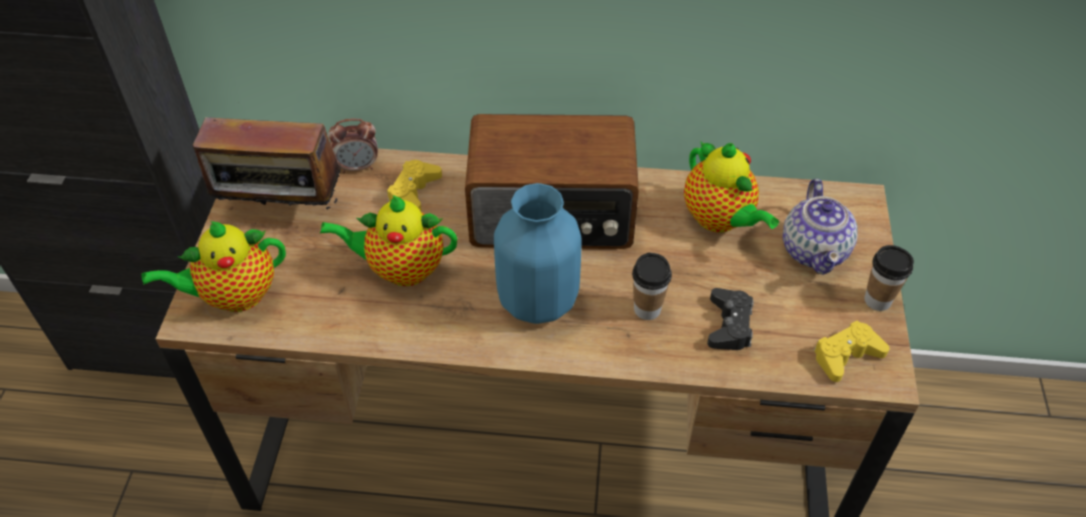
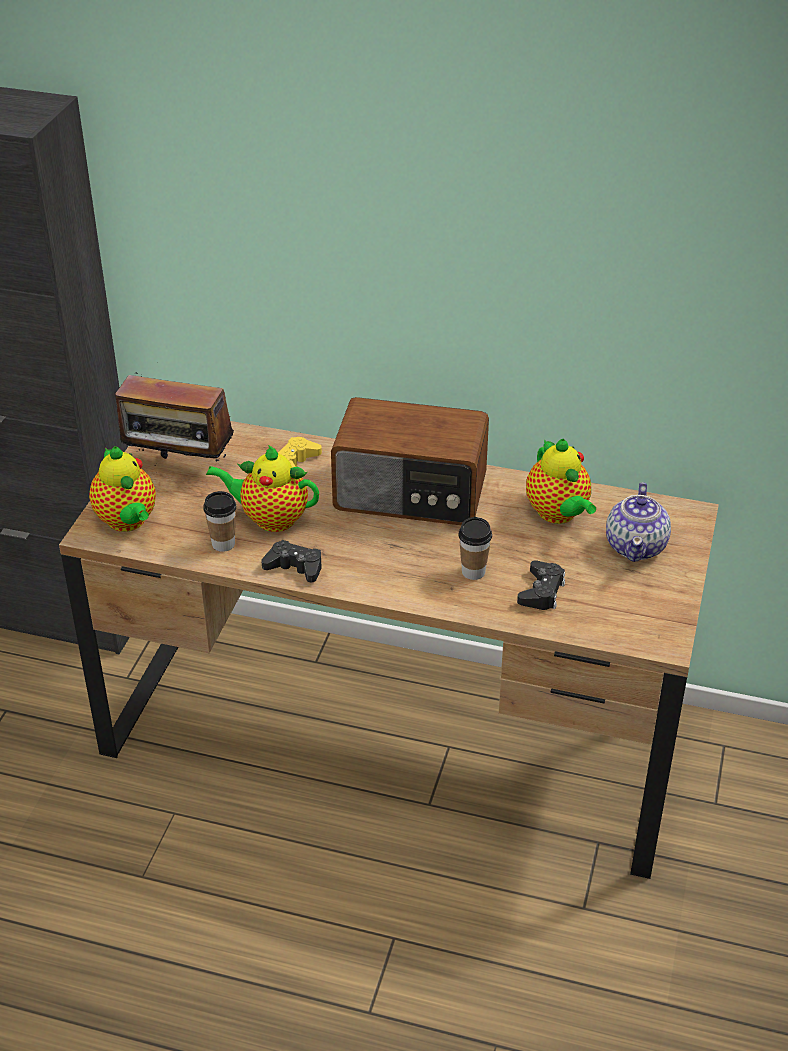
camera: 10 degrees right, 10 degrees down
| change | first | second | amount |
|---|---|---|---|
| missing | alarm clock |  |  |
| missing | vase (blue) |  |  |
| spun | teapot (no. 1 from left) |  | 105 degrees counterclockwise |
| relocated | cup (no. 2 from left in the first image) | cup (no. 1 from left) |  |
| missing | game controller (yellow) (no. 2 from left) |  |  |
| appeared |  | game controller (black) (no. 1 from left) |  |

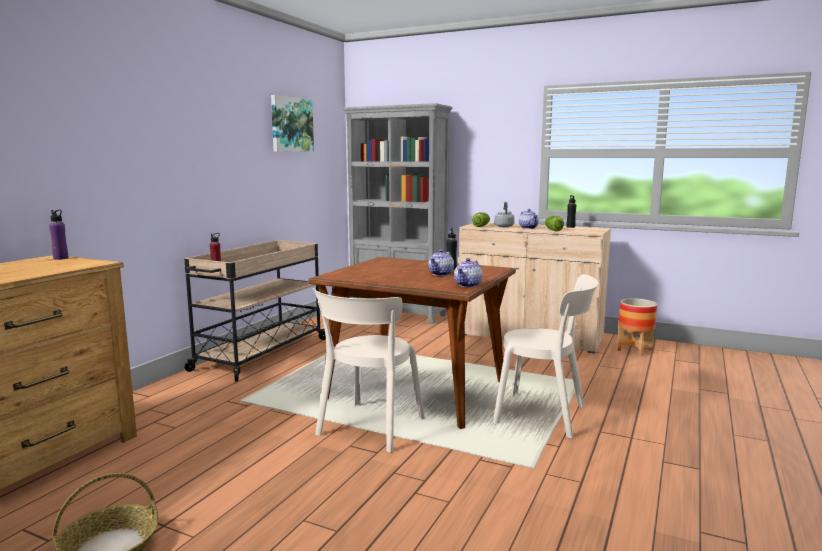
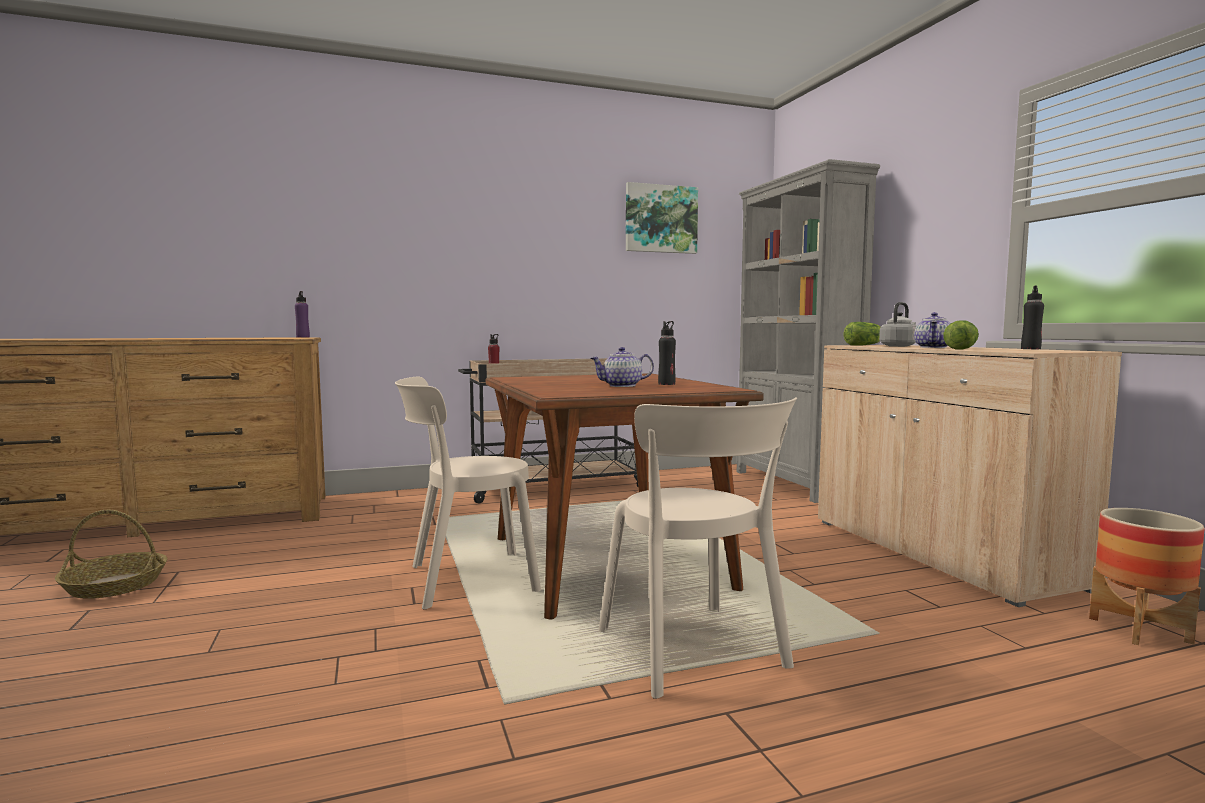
camera: 45 degrees right, 5 degrees down
| change | first | second | amount |
|---|---|---|---|
| missing | teapot (no. 2 from left) |  |  |

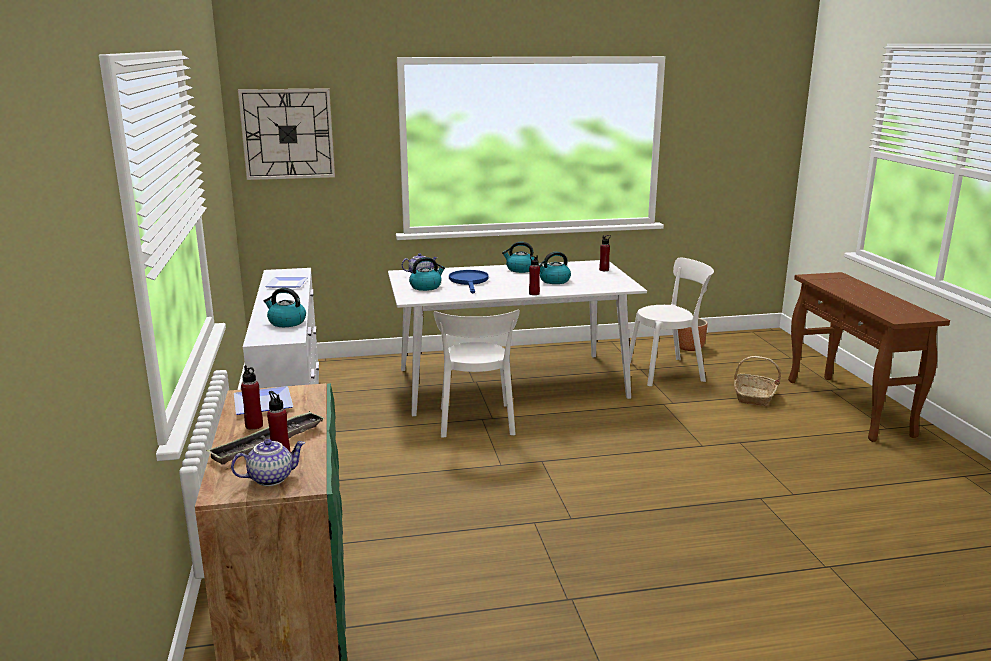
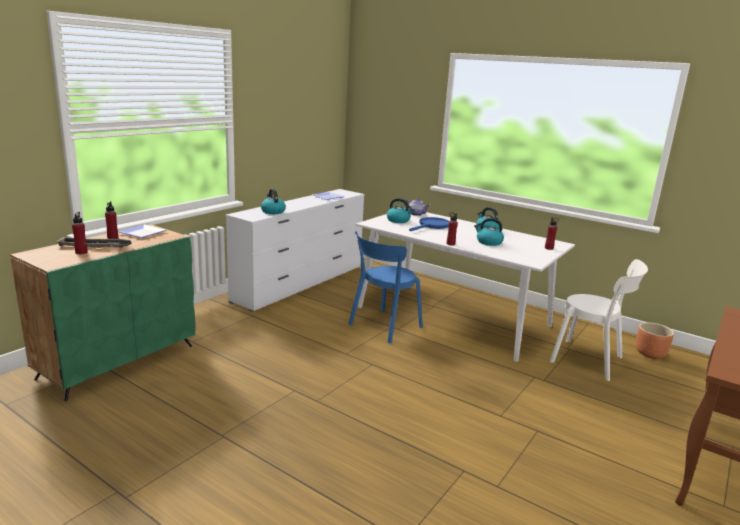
camera: 45 degrees right, 0 degrees up
| change | first | second | amount |
|---|---|---|---|
| missing | wall clock |  |  |
| colour | chair (white) (no. 1 from left) | chair (blue) |  |
| missing | basket |  |  |
| missing | teapot (no. 1 from left) |  |  |

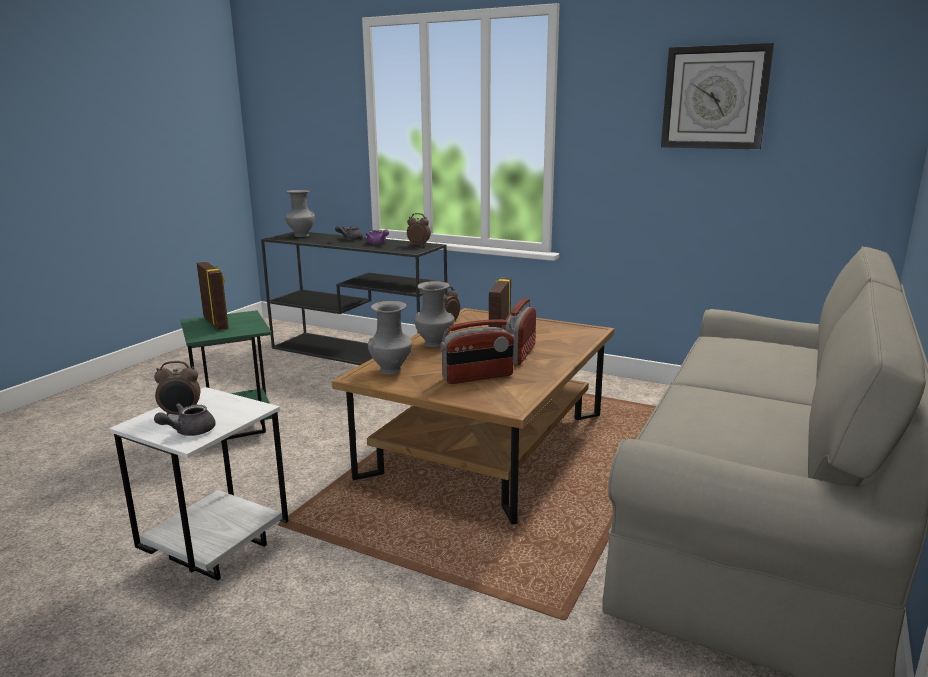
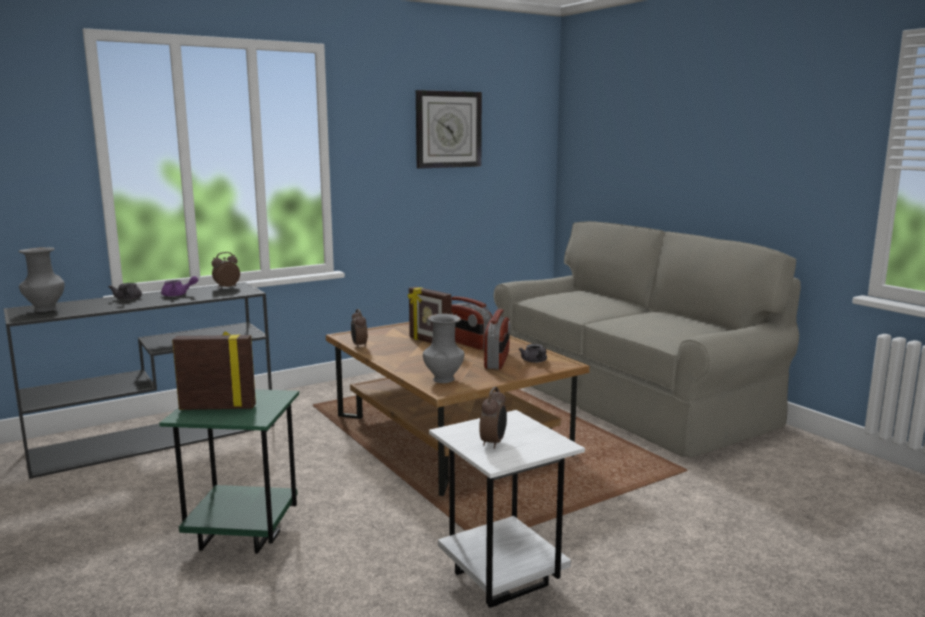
camera: 60 degrees left, 5 degrees down
| change | first | second | amount |
|---|---|---|---|
| missing | vase (grey) (no. 3 from left) |  |  |
| relocated | teapot (grey) (no. 1 from left in the first image) | teapot (grey) (no. 2 from left) |  |

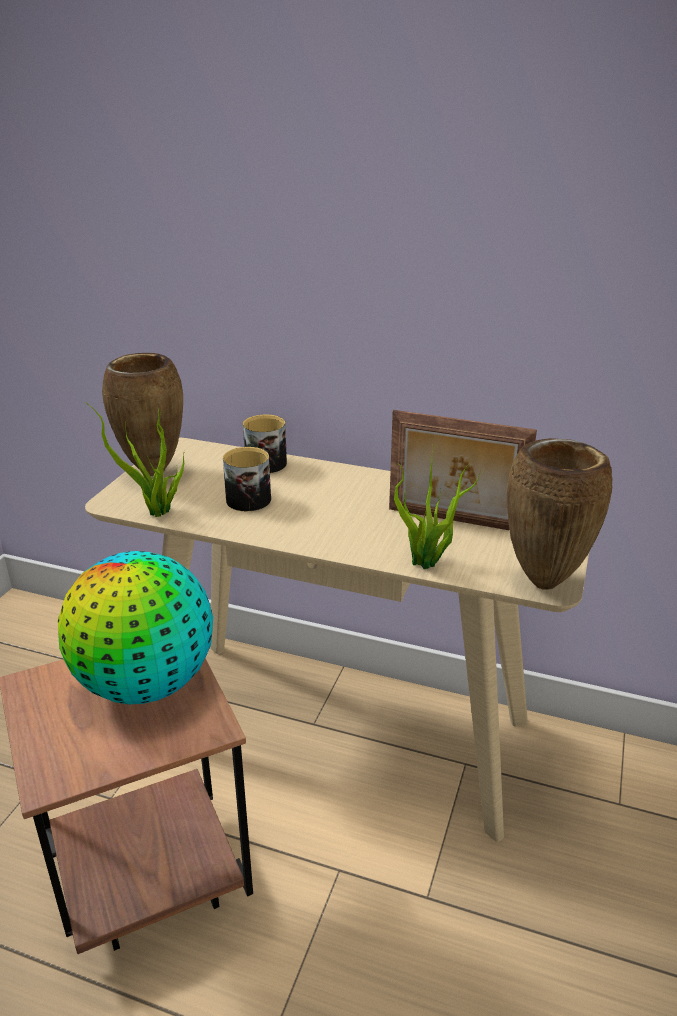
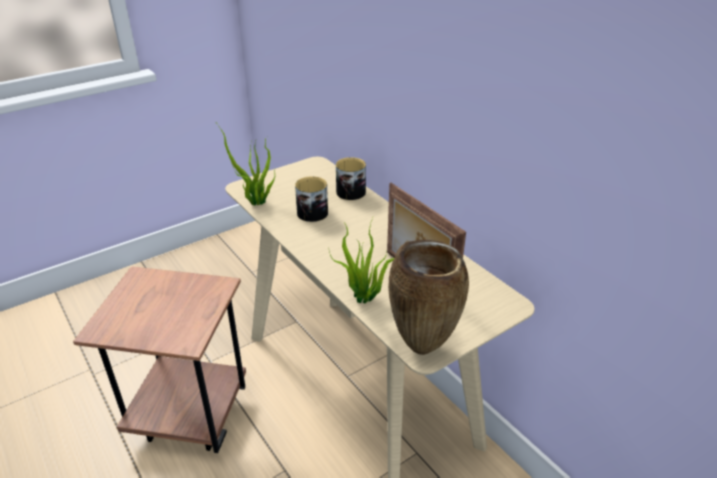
camera: 35 degrees right, 5 degrees up
| change | first | second | amount |
|---|---|---|---|
| missing | vase (brown) (no. 1 from left) |  |  |
| missing | globe |  |  |

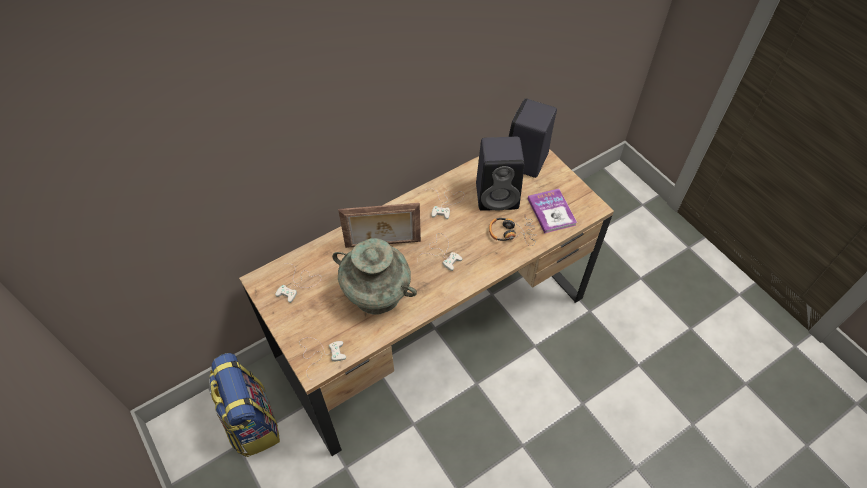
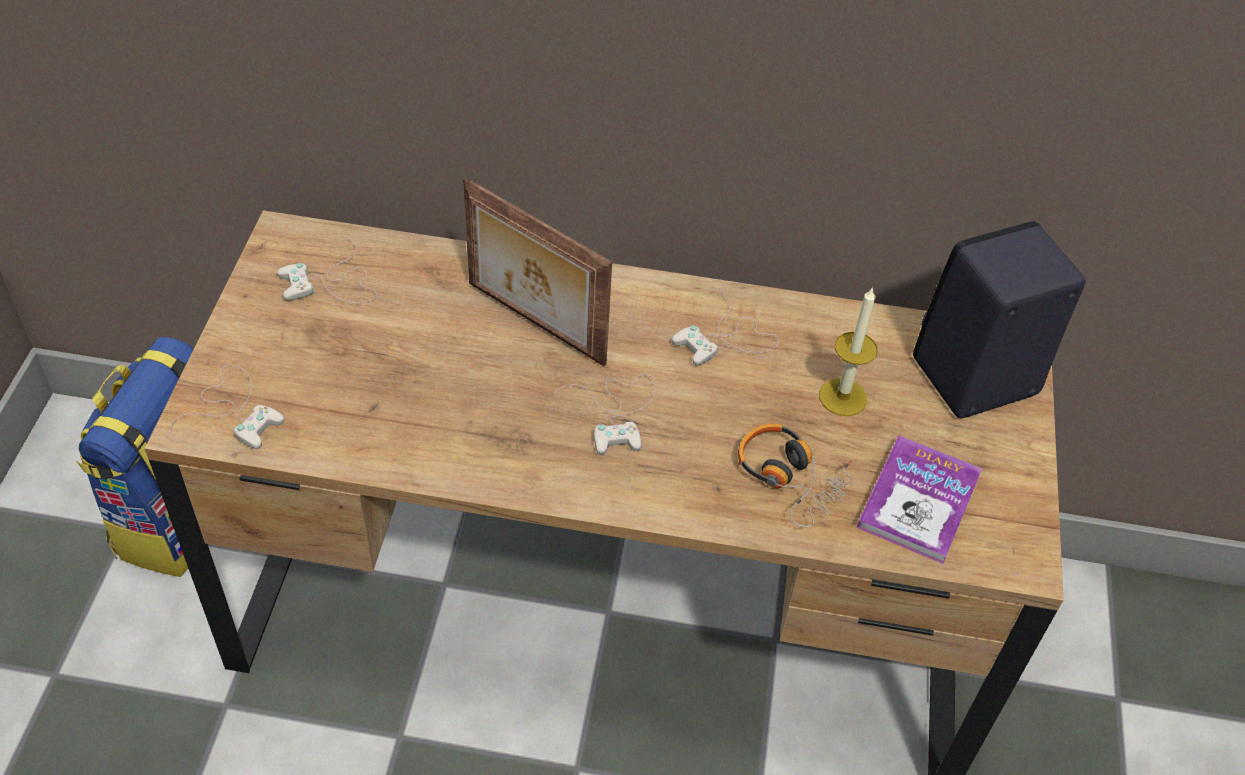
camera: 40 degrees right, 5 degrees down
| change | first | second | amount |
|---|---|---|---|
| exchanged | speaker (black) (no. 1 from left) | candle |  |
| missing | vase (turquoise) |  |  |

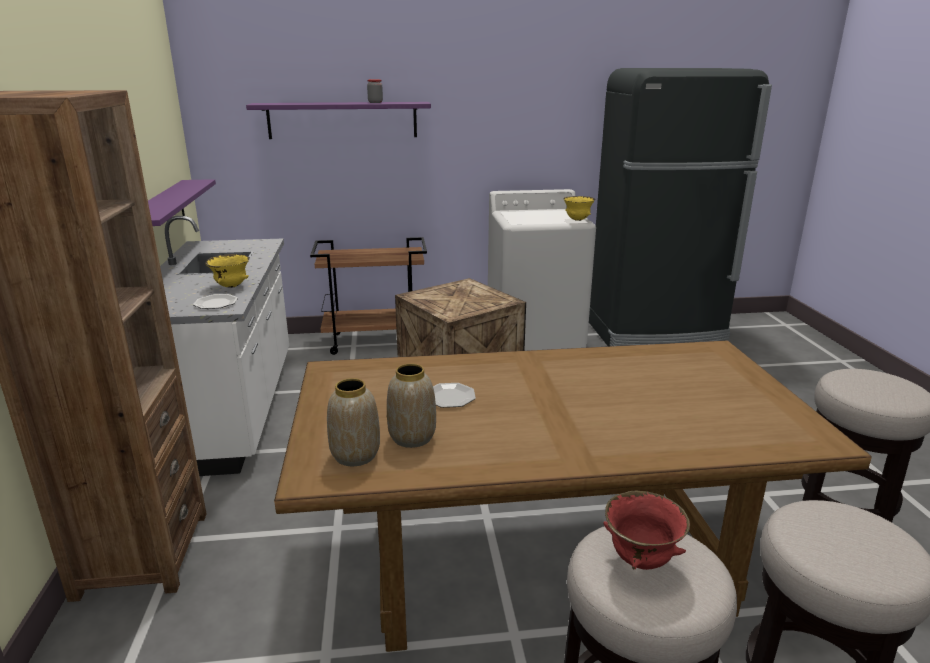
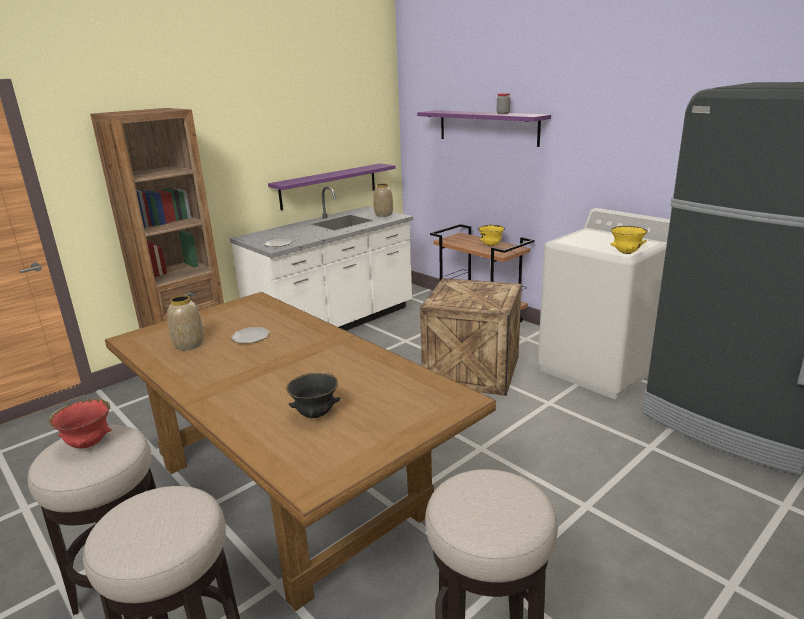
camera: 55 degrees right, 0 degrees up
| change | first | second | amount |
|---|---|---|---|
| relocated | bowl (yellow) (no. 1 from left) |  |  |
| relocated | vase (no. 1 from left in the first image) | vase (no. 2 from left) |  |
| appeared |  | bowl (black) |  |

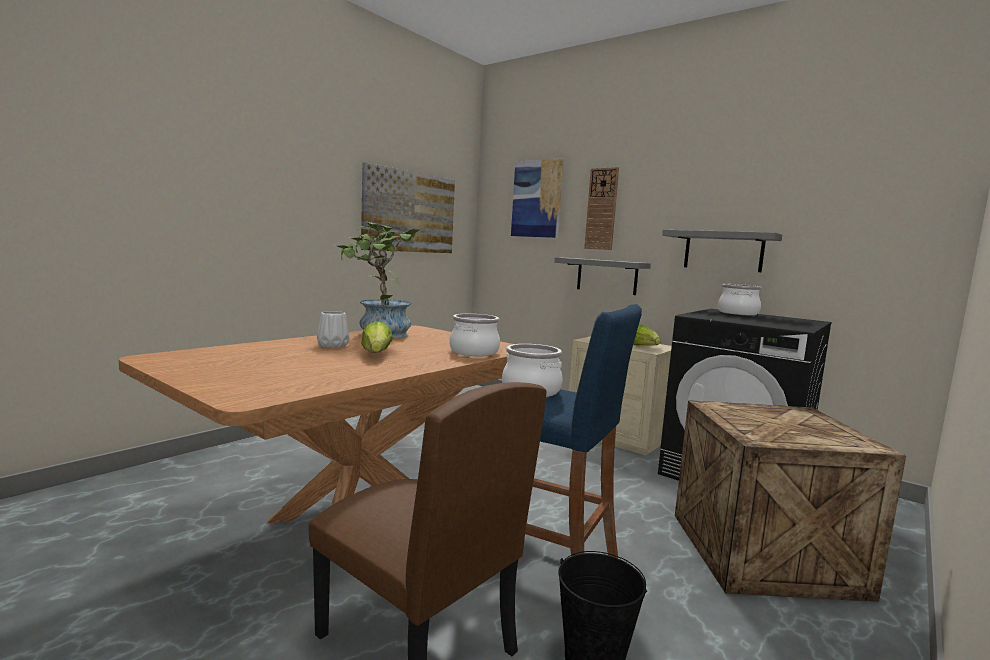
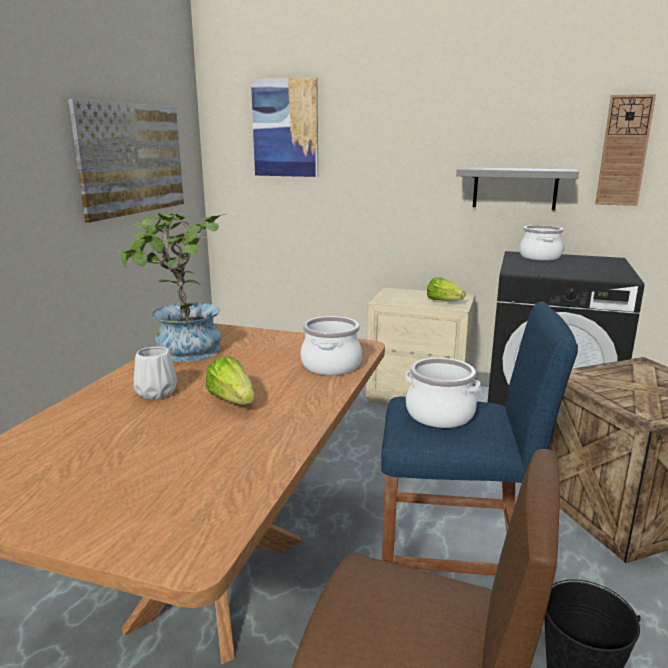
camera: 20 degrees left, 10 degrees up
| change | first | second | amount |
|---|---|---|---|
| relocated | wall clock |  |  |
| missing | shelf (grey) (no. 1 from left) |  |  |

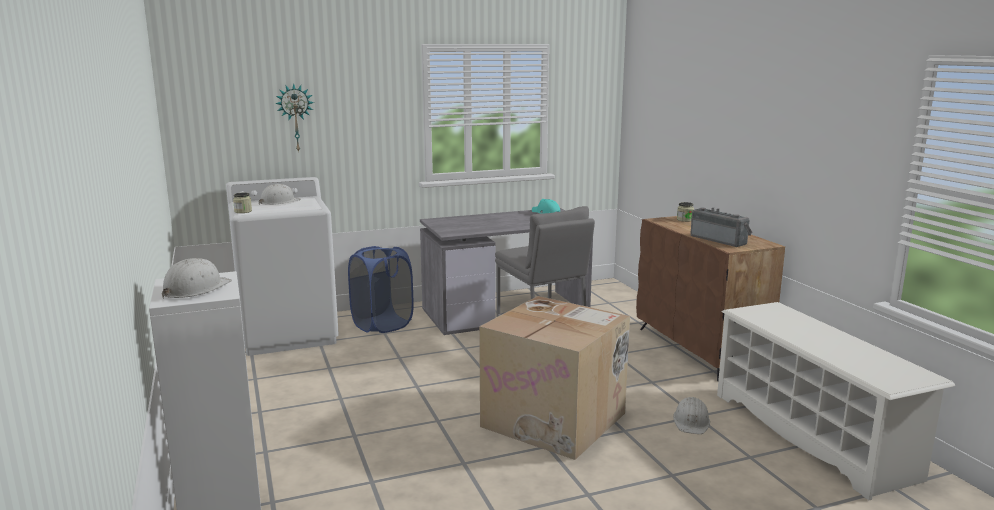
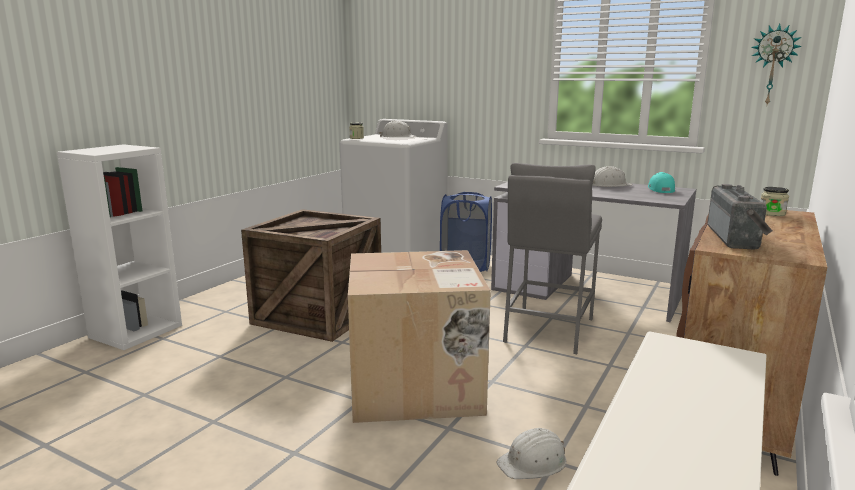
camera: 50 degrees right, 0 degrees up
| change | first | second | amount |
|---|---|---|---|
| relocated | wall clock |  |  |
| relocated | hard hat (white) (no. 1 from left in the first image) | hard hat (white) (no. 3 from left) |  |
| appeared |  | crate |  |

